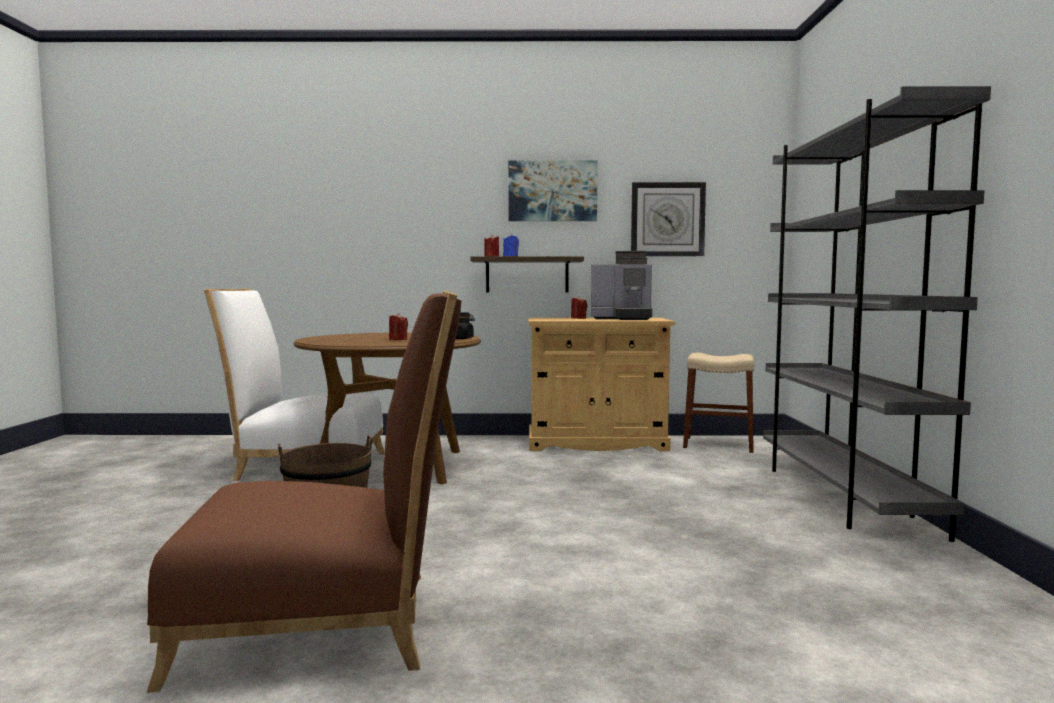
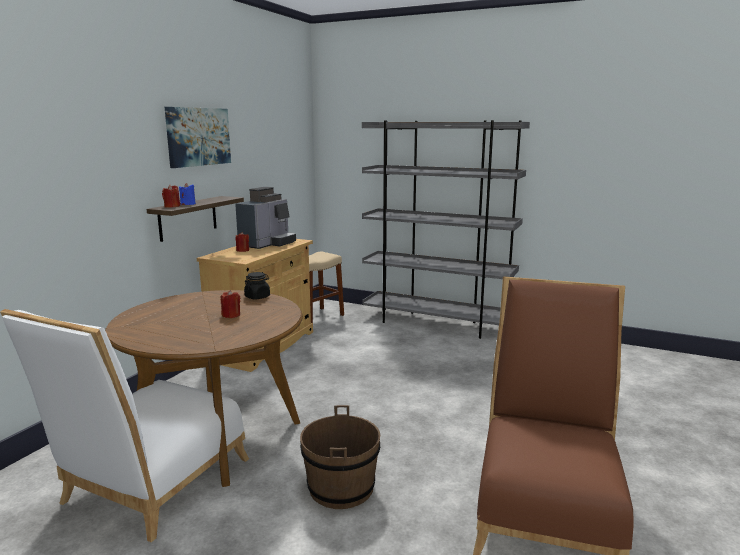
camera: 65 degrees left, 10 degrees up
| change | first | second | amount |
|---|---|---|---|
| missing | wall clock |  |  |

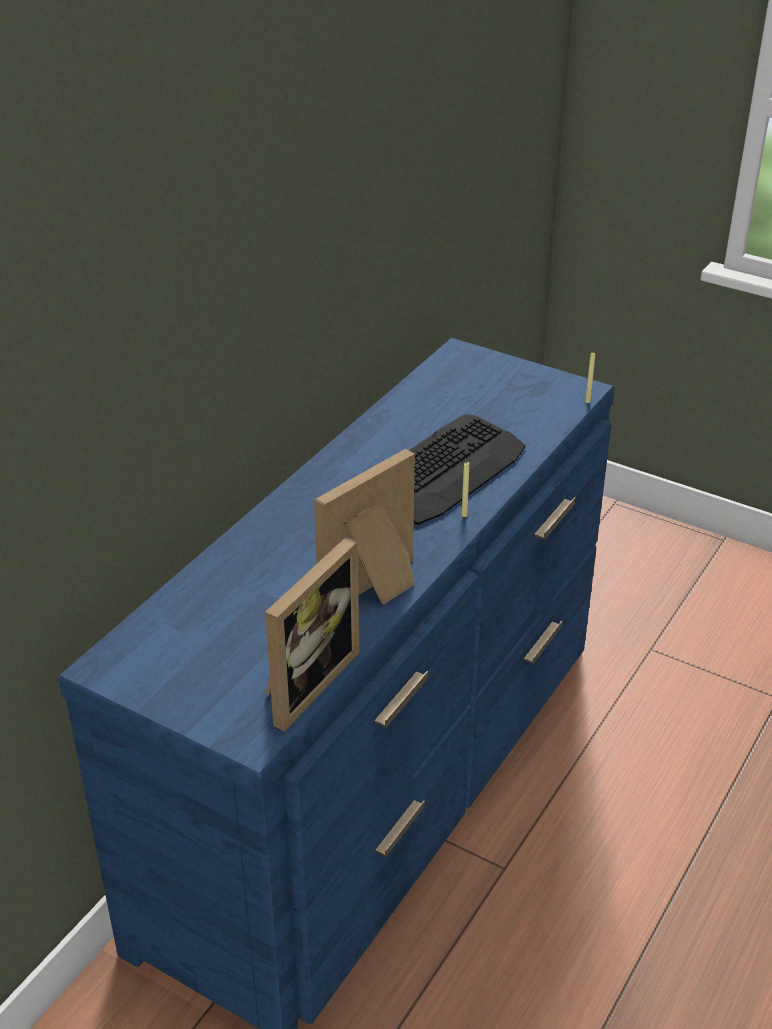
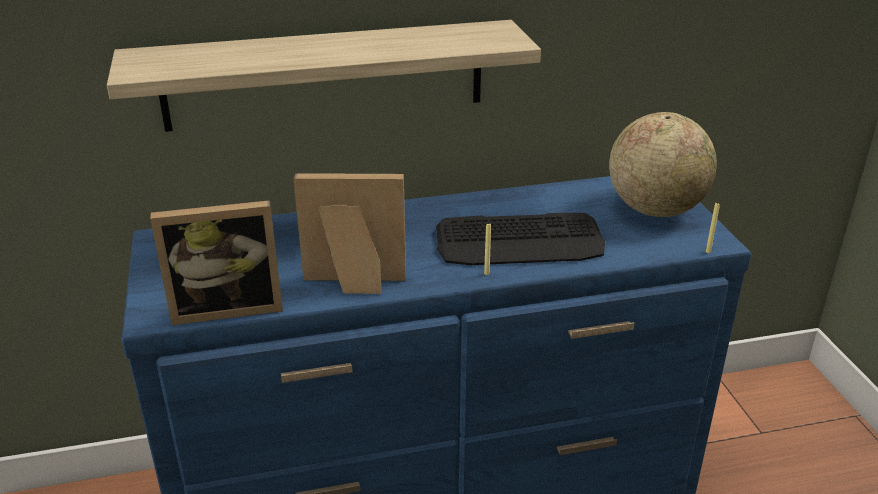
camera: 45 degrees right, 5 degrees down
| change | first | second | amount |
|---|---|---|---|
| appeared |  | shelf |  |
| appeared |  | globe |  |

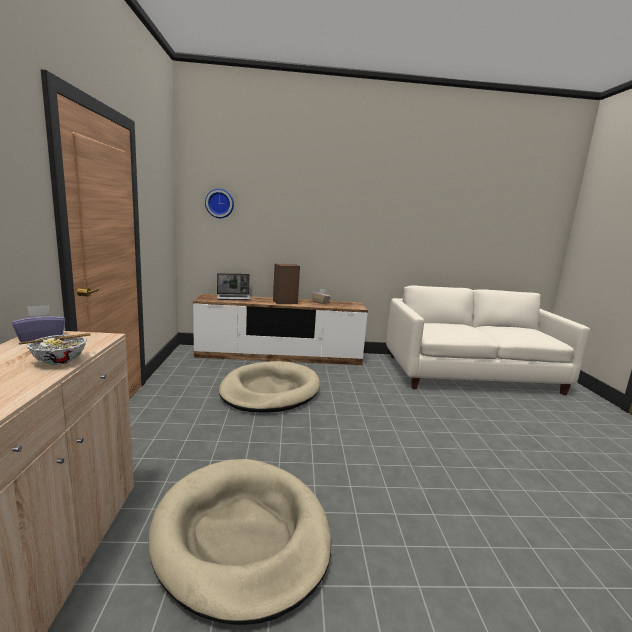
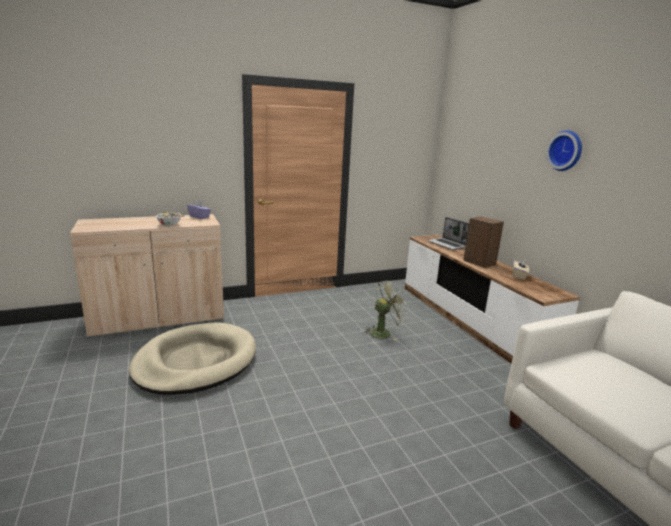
camera: 70 degrees right, 5 degrees up
| change | first | second | amount |
|---|---|---|---|
| relocated | wall clock |  |  |
| exchanged | dog bed (beige) (no. 2 from left) | fan (green) |  |

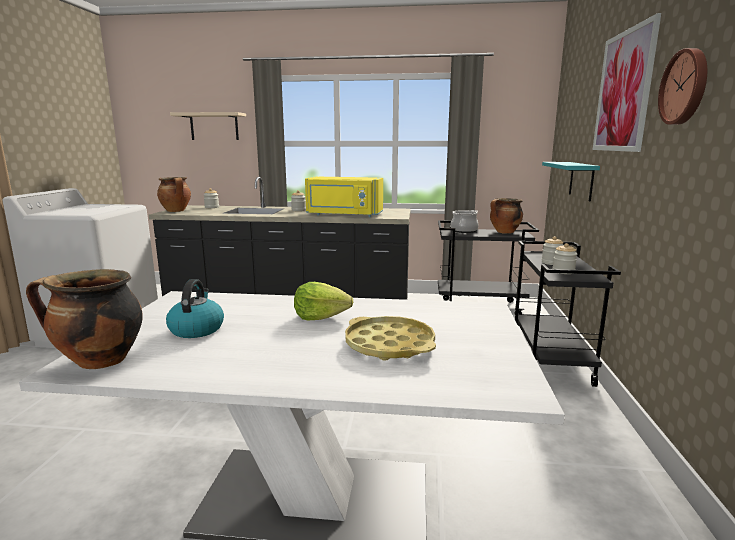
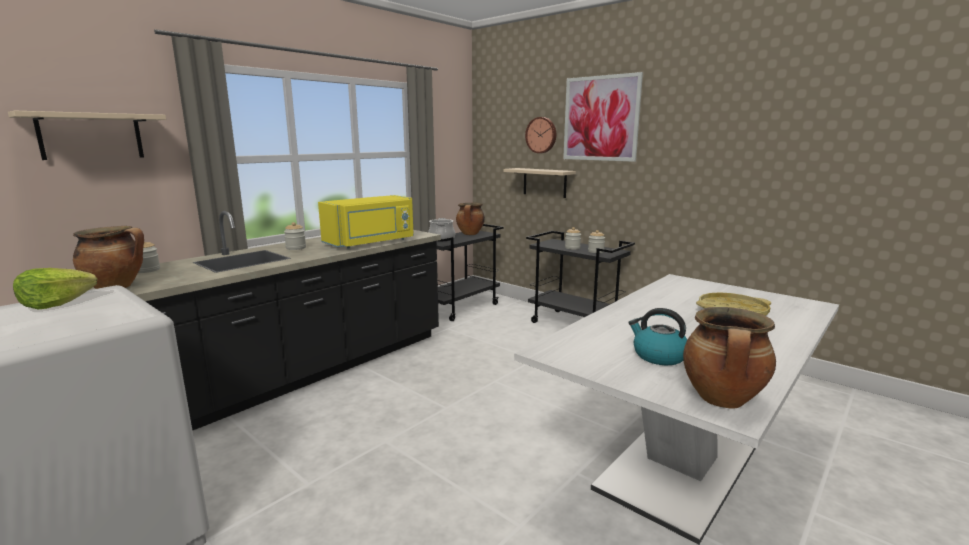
camera: 55 degrees left, 0 degrees up
| change | first | second | amount |
|---|---|---|---|
| relocated | wall clock |  |  |
| colour | shelf (turquoise) | shelf (beige) (no. 2 from left) |  |
| relocated | lettuce |  |  |

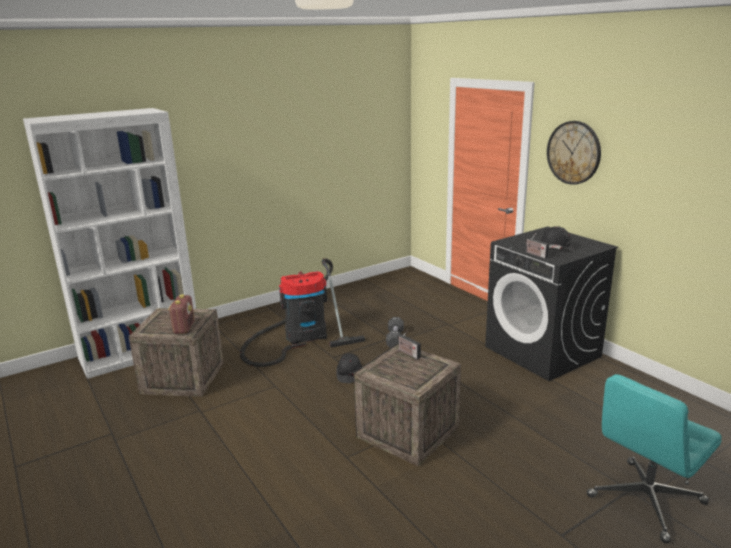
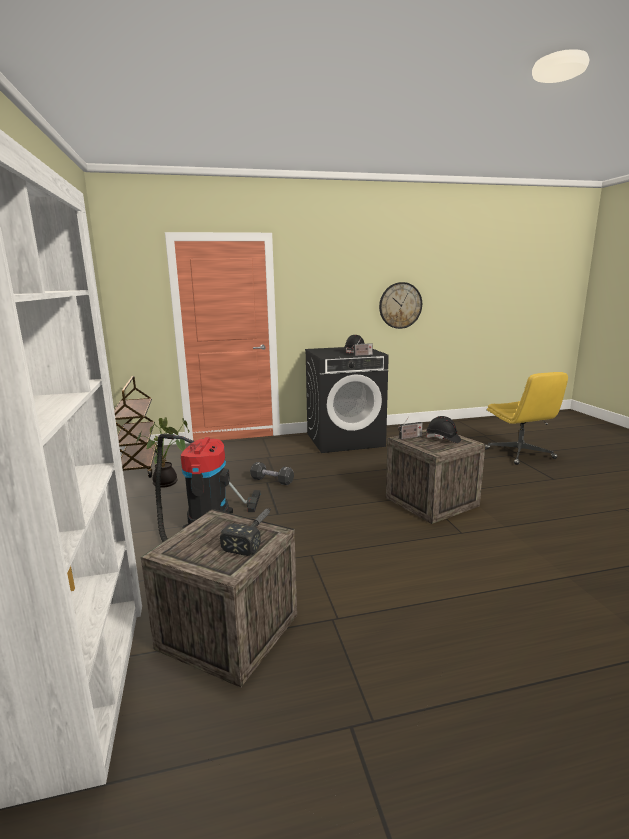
camera: 70 degrees left, 5 degrees down
| change | first | second | amount |
|---|---|---|---|
| relocated | wall clock |  |  |
| exchanged | radio (no. 1 from left) | hammer |  |
| relocated | hard hat (black) (no. 1 from left in the first image) | hard hat (black) (no. 2 from left) |  |
| colour | office chair (turquoise) | office chair (yellow) |  |
| appeared |  | cart (brown) |  |
| appeared |  | potted plant |  |

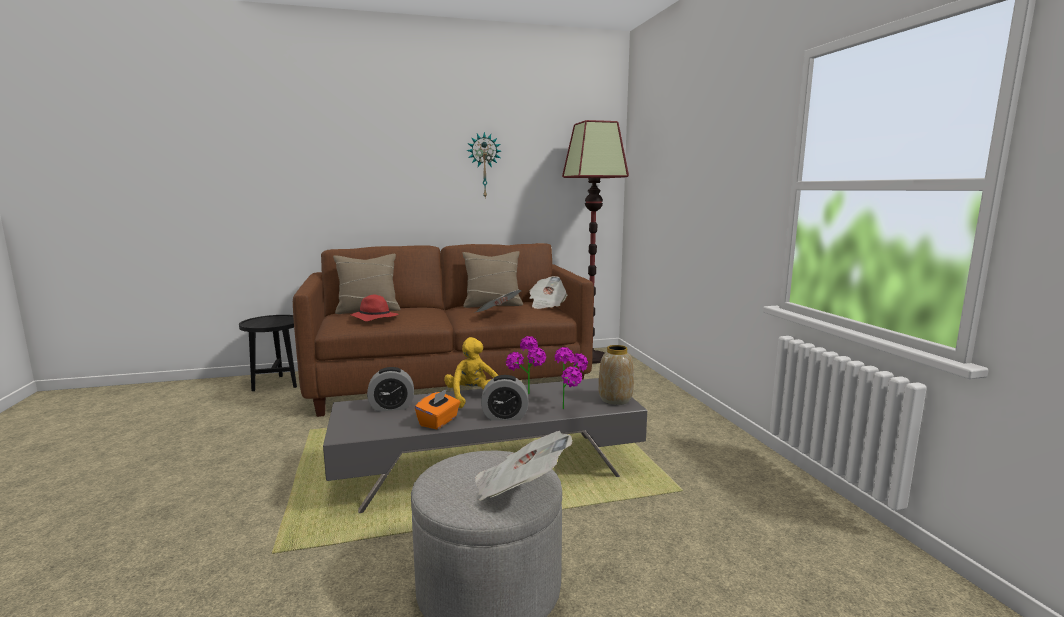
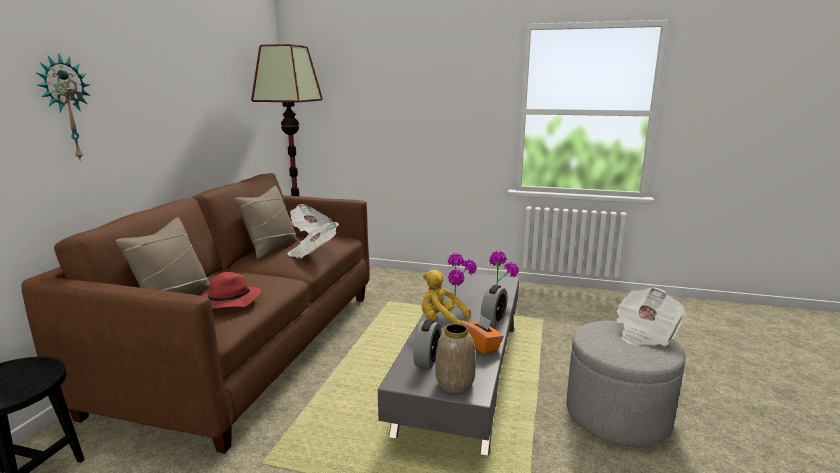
camera: 60 degrees left, 5 degrees up
| change | first | second | amount |
|---|---|---|---|
| relocated | wall clock |  |  |
| relocated | vase |  |  |

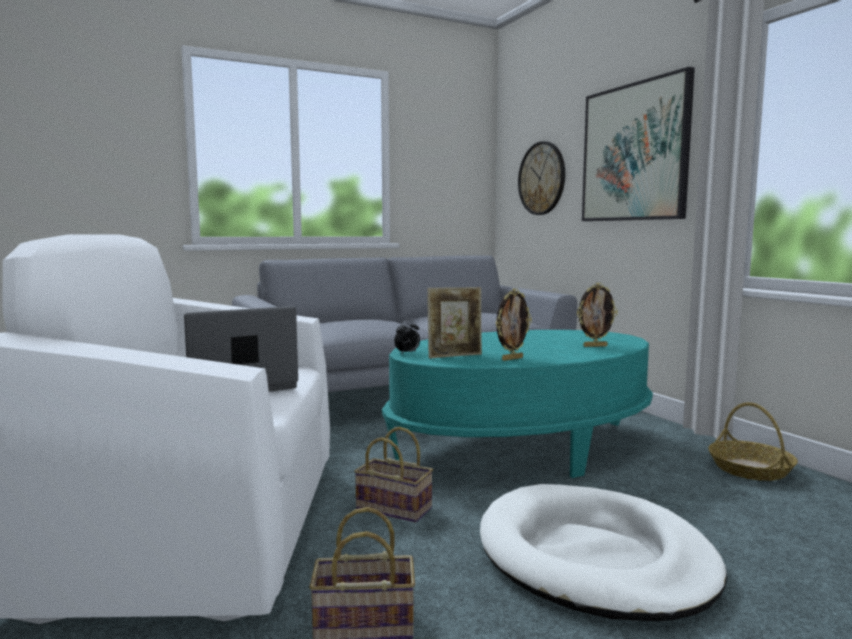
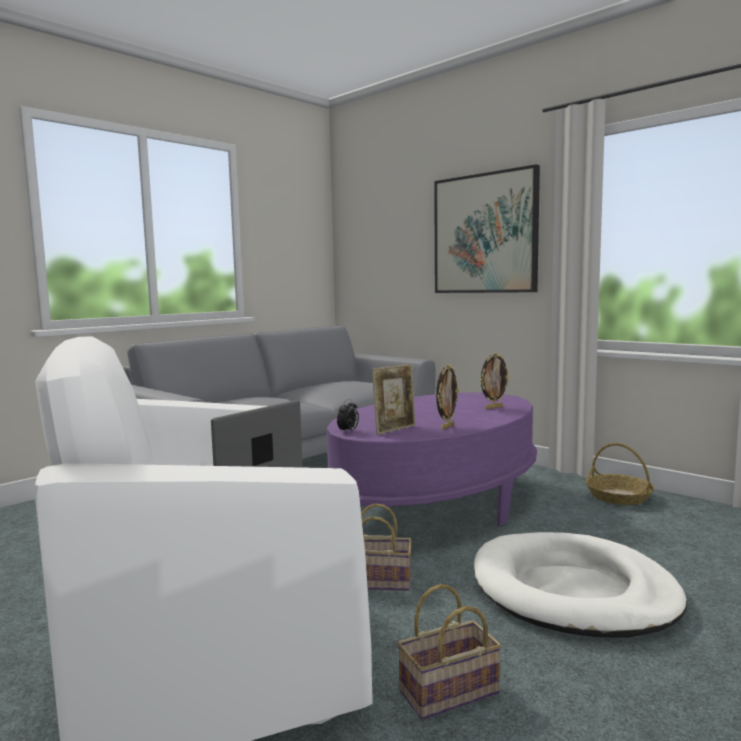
camera: 20 degrees left, 0 degrees up
| change | first | second | amount |
|---|---|---|---|
| missing | wall clock |  |  |
| colour | coffee table (turquoise) | coffee table (purple) |  |

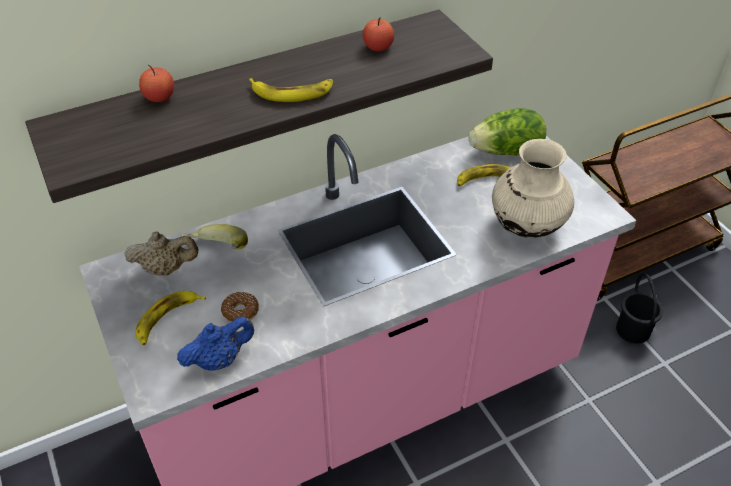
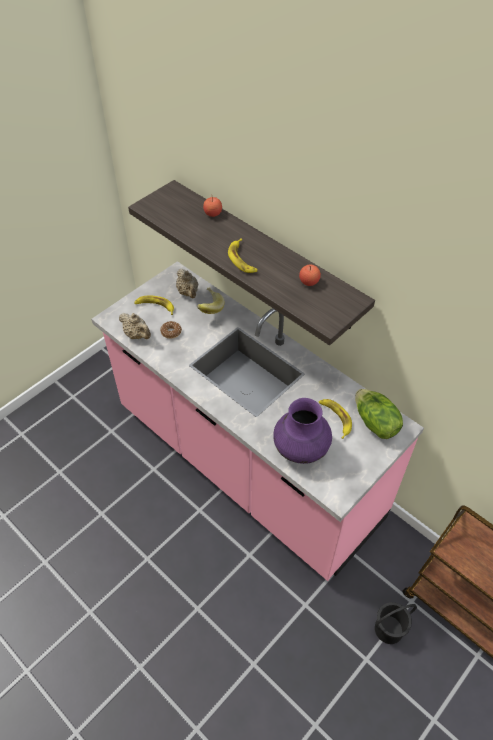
camera: 70 degrees right, 5 degrees up
| change | first | second | amount |
|---|---|---|---|
| colour | vase (beige) | vase (purple) |  |
| colour | teapot (blue) | teapot (beige) (no. 1 from left) |  |

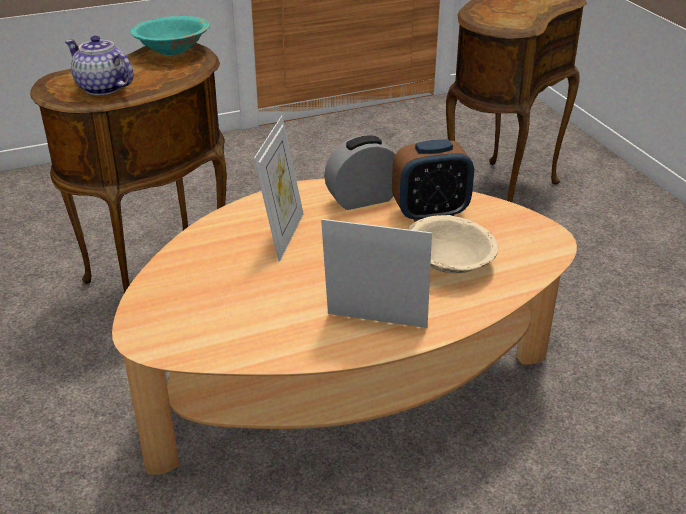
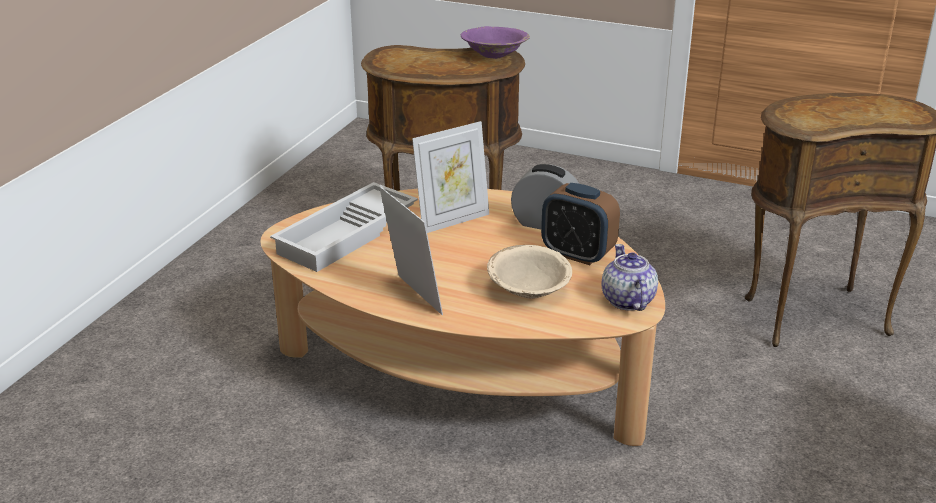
camera: 45 degrees right, 5 degrees down
| change | first | second | amount |
|---|---|---|---|
| colour | bowl (turquoise) | bowl (purple) |  |
| relocated | teapot |  |  |
| appeared |  | tray (white) |  |

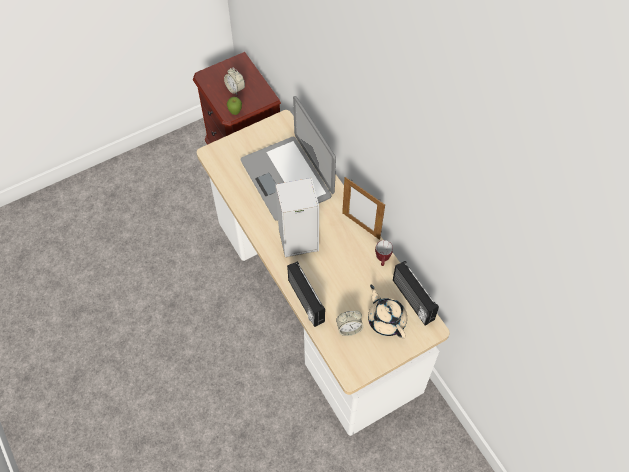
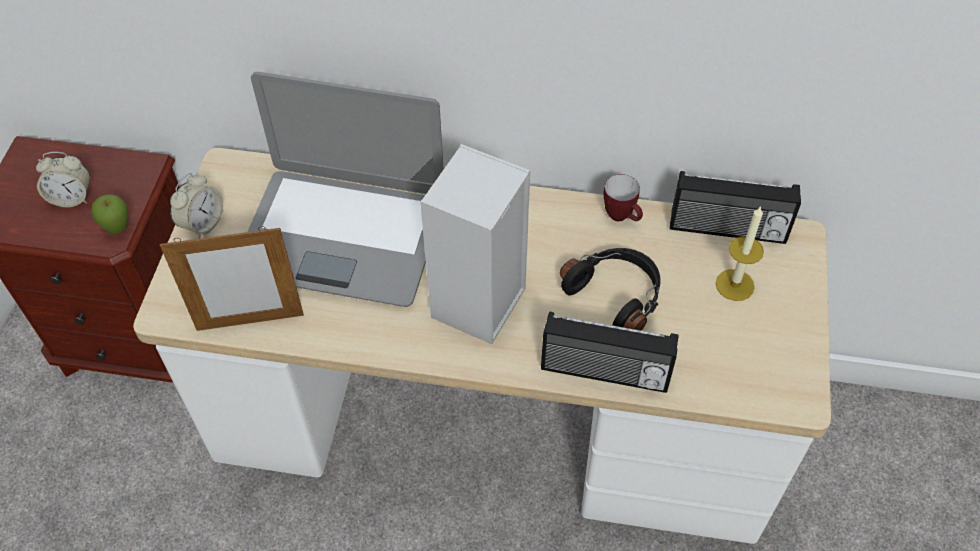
camera: 50 degrees left, 5 degrees down
| change | first | second | amount |
|---|---|---|---|
| relocated | picture frame |  |  |
| exchanged | teapot (beige) | candle |  |
| relocated | alarm clock (no. 2 from left) |  |  |
| appeared |  | headphones (black) |  |

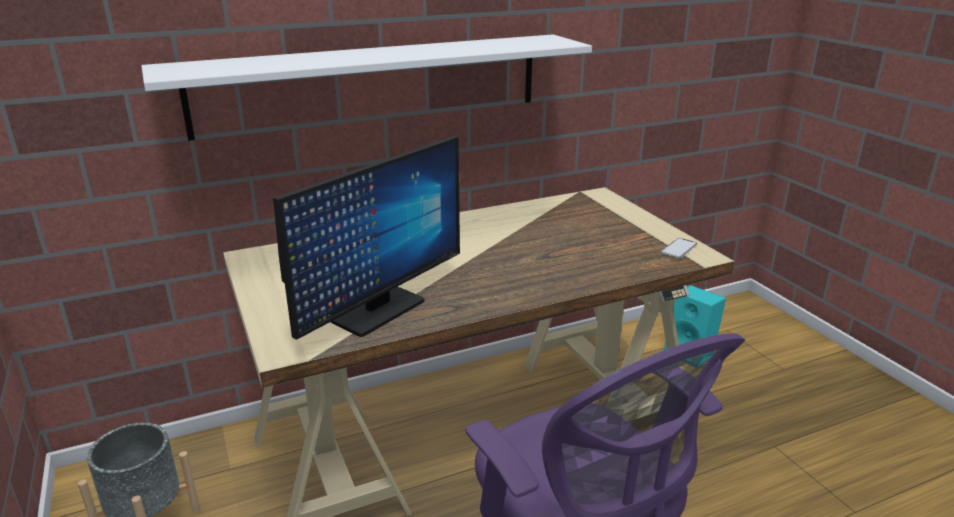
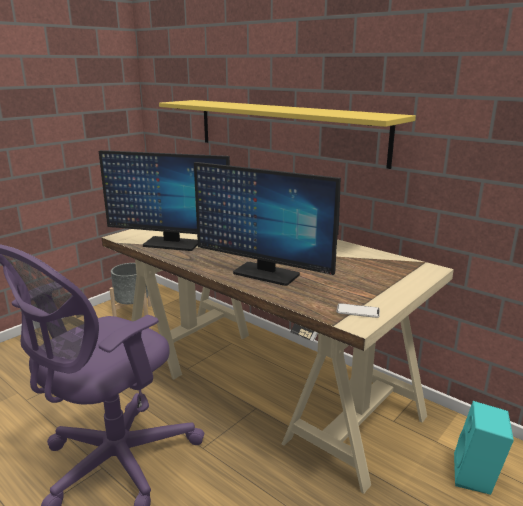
camera: 65 degrees right, 5 degrees down
| change | first | second | amount |
|---|---|---|---|
| colour | shelf (white) | shelf (yellow) |  |
| appeared |  | monitor (no. 2 from left) |  |

